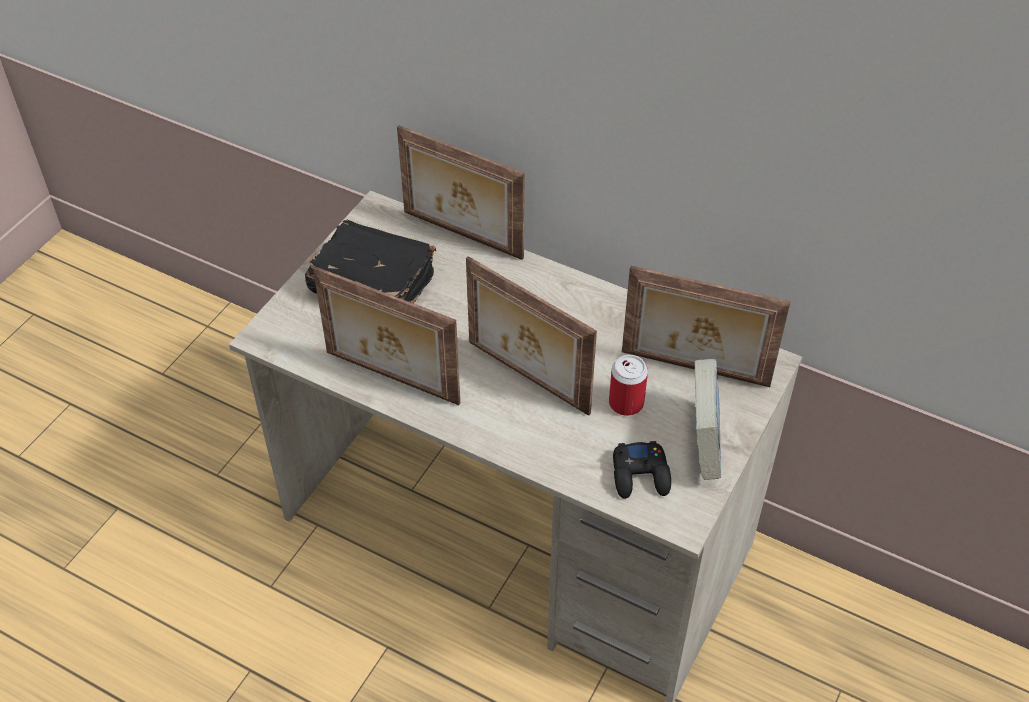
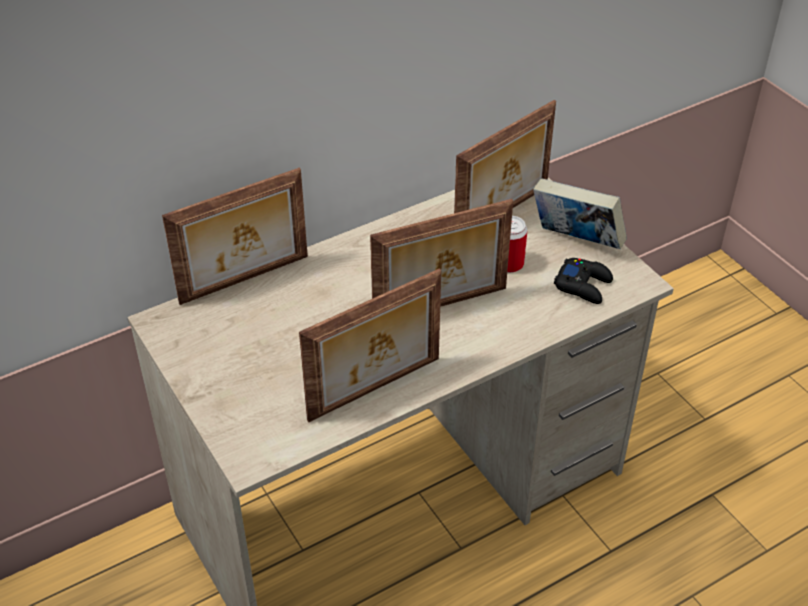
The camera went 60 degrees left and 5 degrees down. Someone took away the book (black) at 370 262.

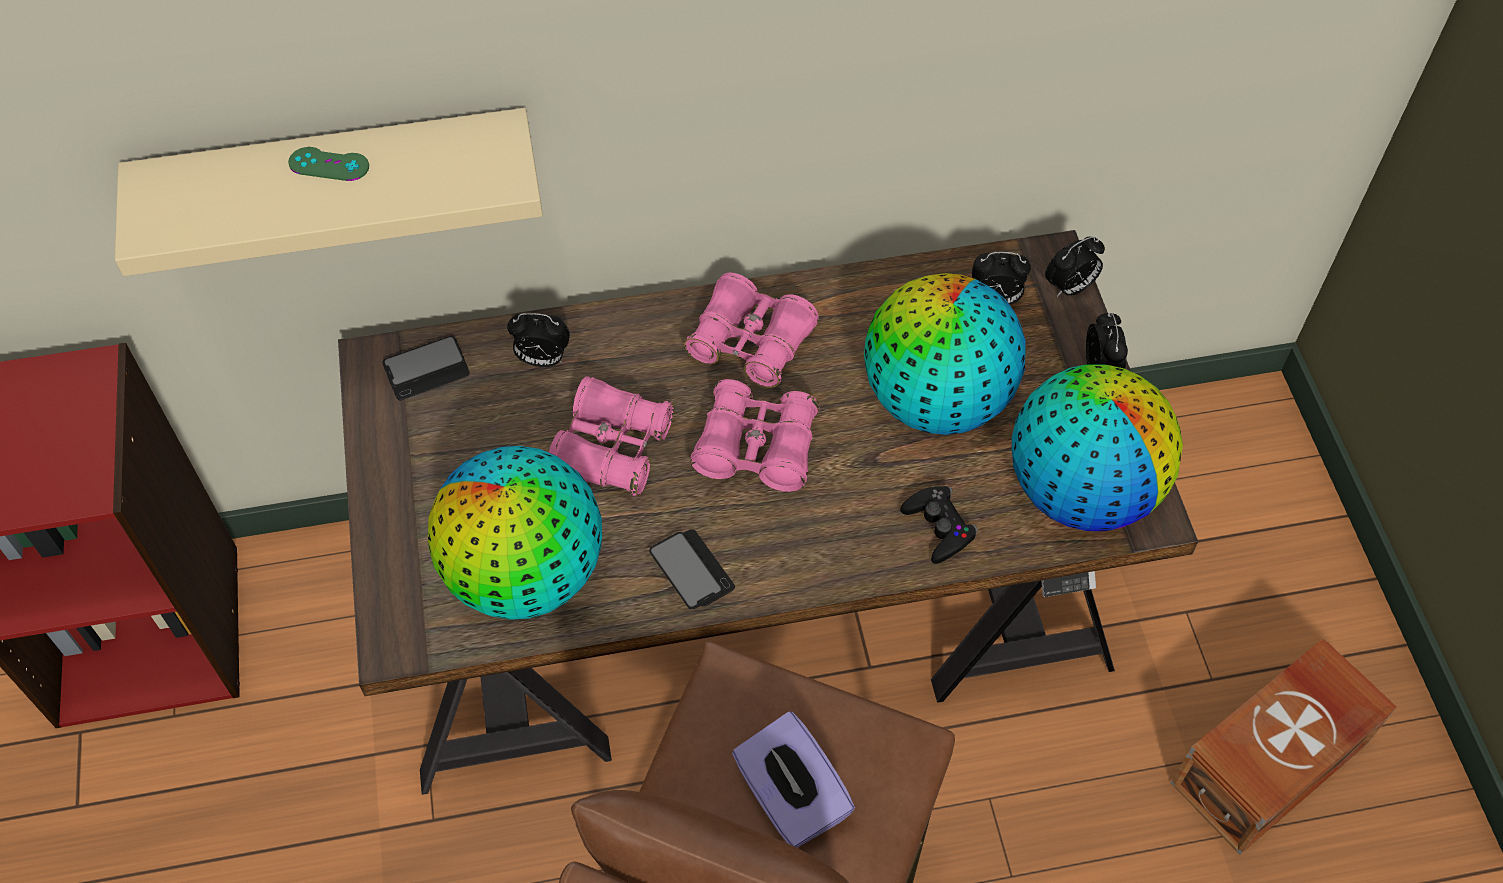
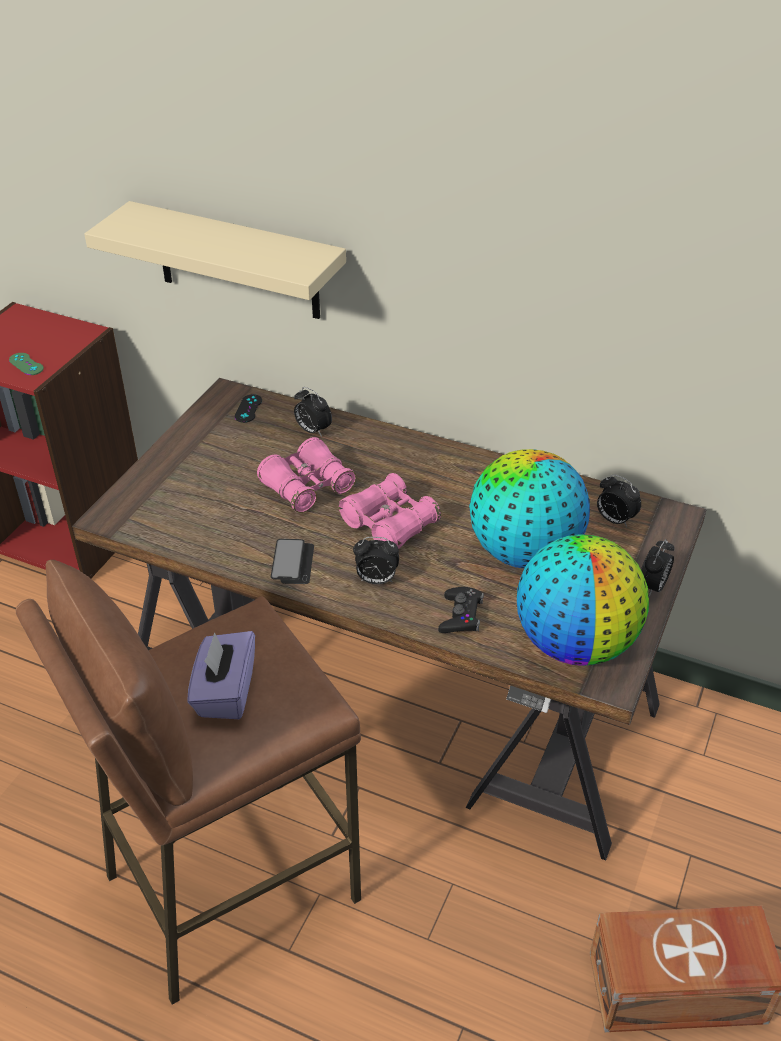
The camera went 35 degrees right and 15 degrees down. Someone took away the globe at 515 533. Someone took away the binoculars (pink) at 751 330. Someone carried the game controller (green) from 328 164 to 26 364. Someone carried the alarm clock from 1075 266 to 376 560. Someone swapped the phone at 426 368 for the game controller (black) at 248 408.

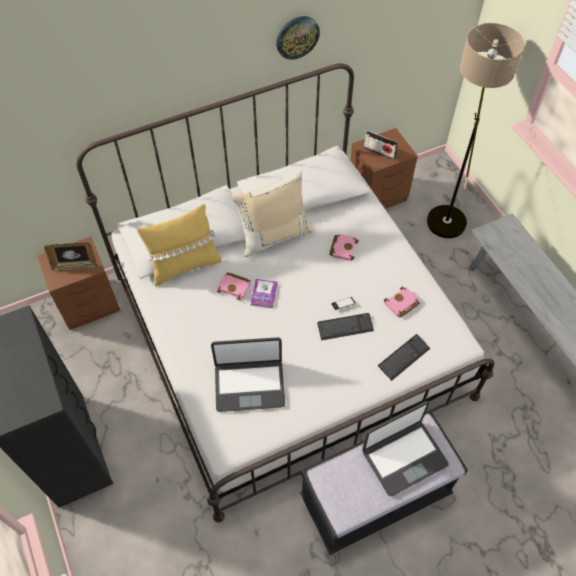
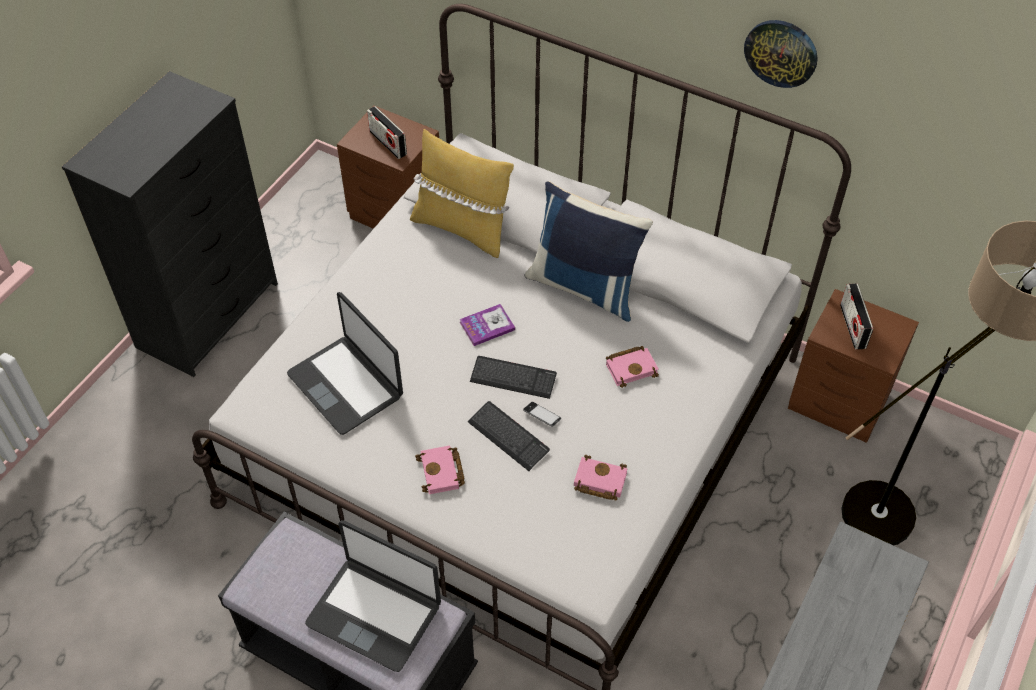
The camera went 55 degrees right and 5 degrees down. Someone carried the book (pink) from 233 286 to 440 469. Someone carried the keyboard from 404 357 to 513 377. Someone swapped the picture frame at 71 257 for the radio at 387 132. Someone repainted the pillow (beige) at 273 213, which became the pillow (blue) at 588 251.

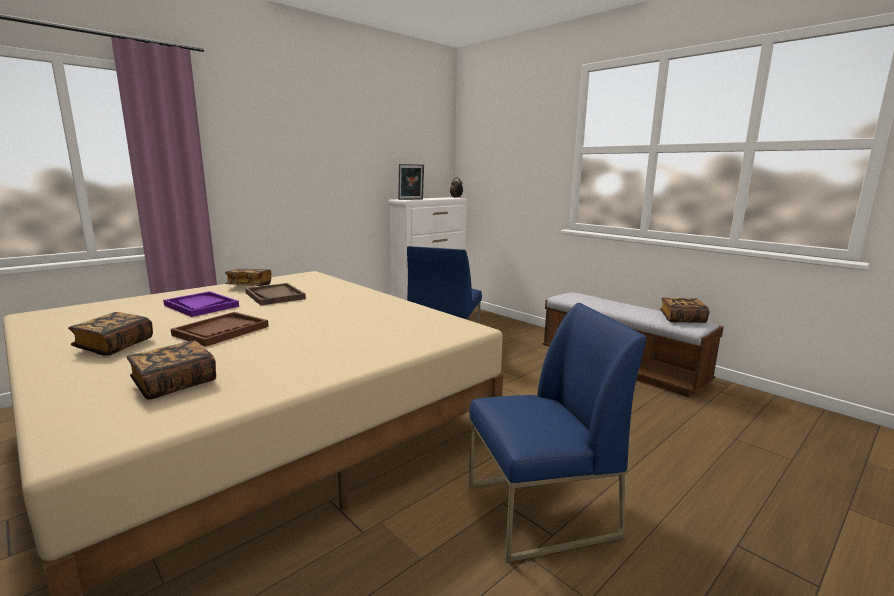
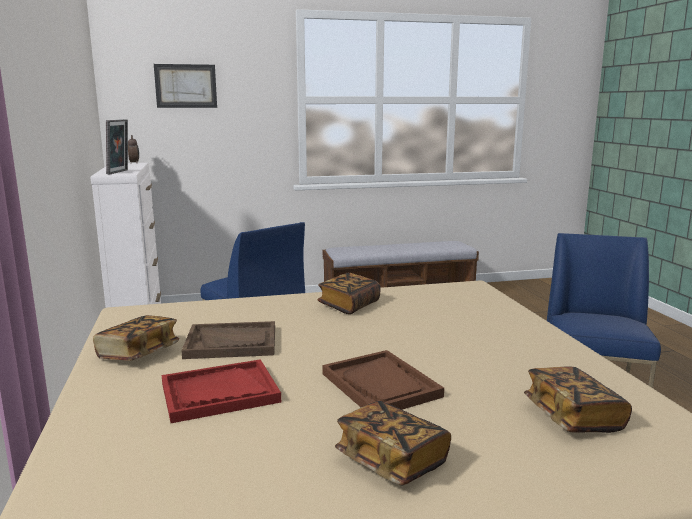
The camera went 60 degrees left and 0 degrees up. Someone put up the picture at 185 86. Someone carried the book from 685 310 to 349 293. Someone repainted the tray (purple) at 201 304, which became the tray (red) at 221 391.

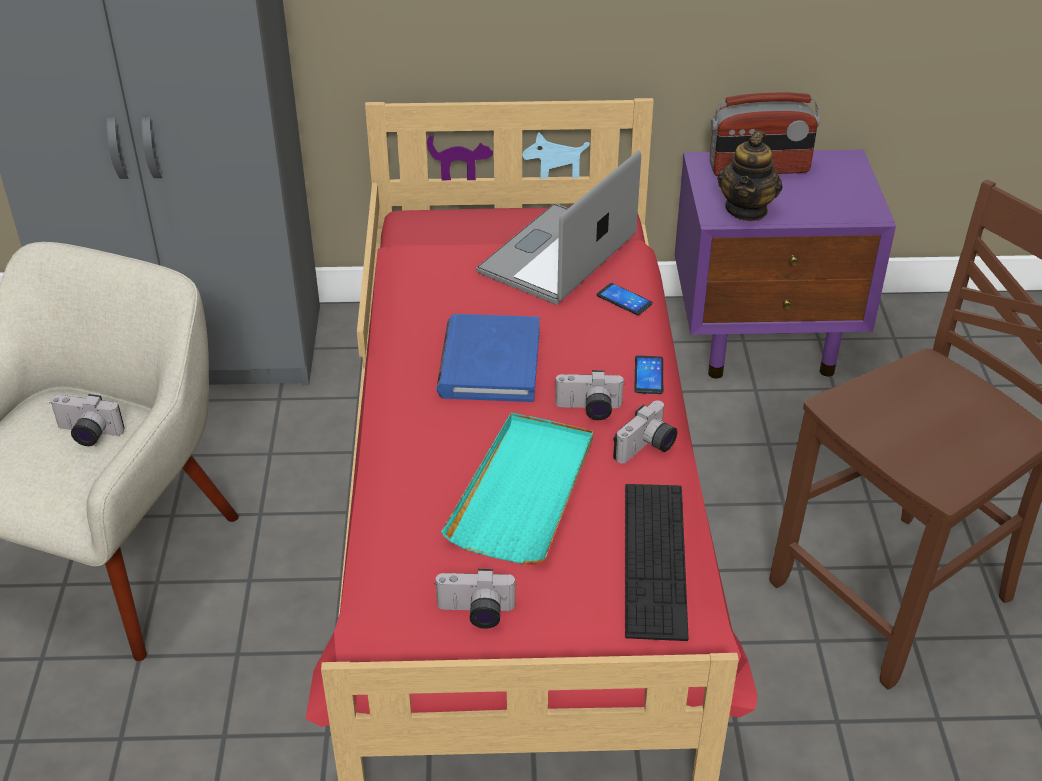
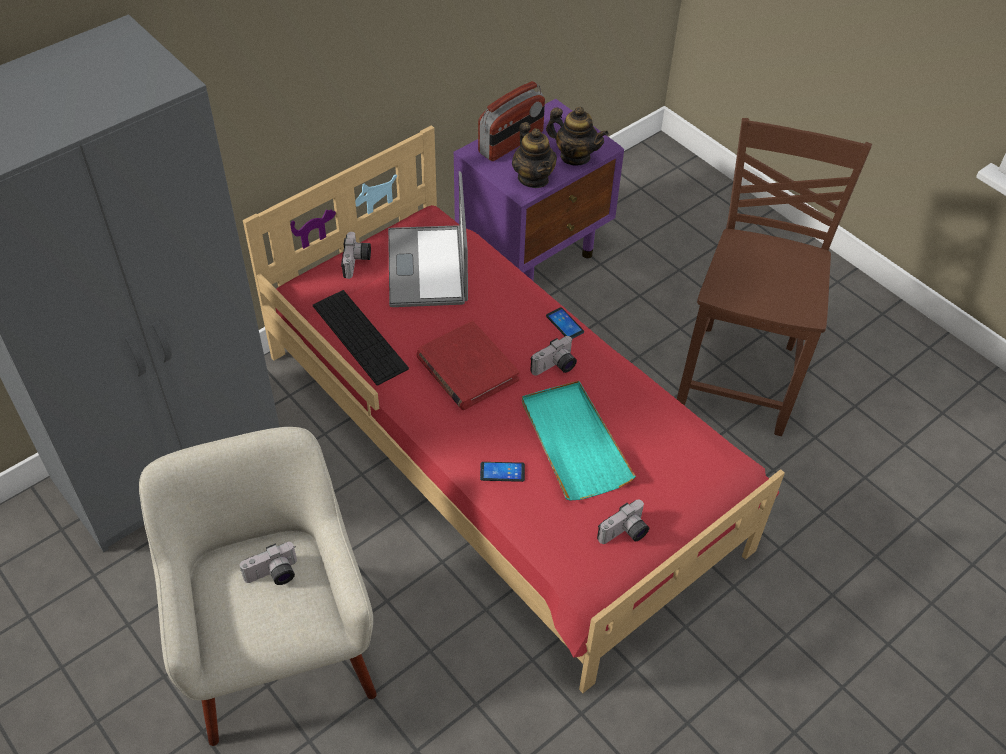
The camera went 40 degrees left and 10 degrees up. Someone put down the teapot at 577 136. Someone carried the phone from 625 299 to 502 472. Someone carried the photo camera from 645 431 to 356 255. Someone carried the keyboard from 657 562 to 361 338. Someone repainted the book (blue) at 488 358, which became the book (red) at 468 365.

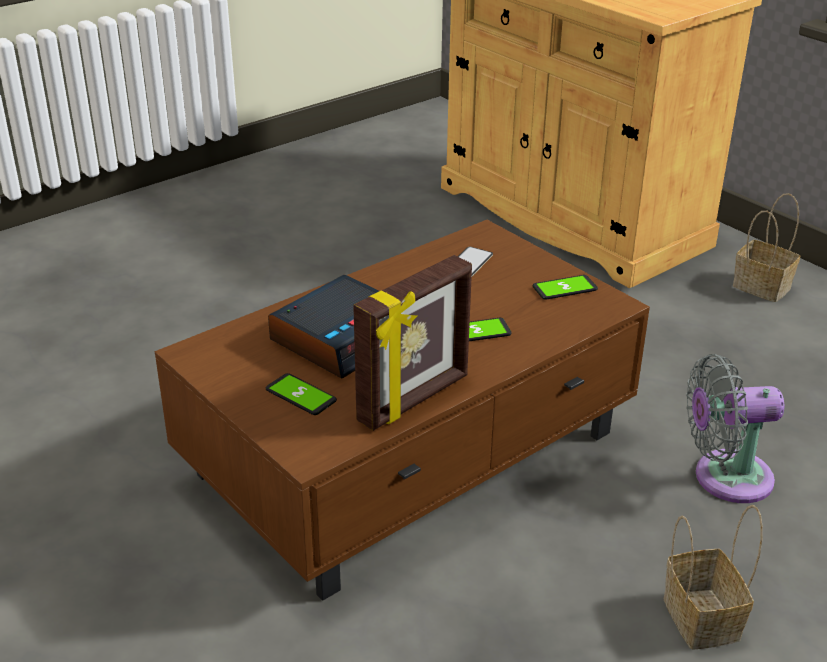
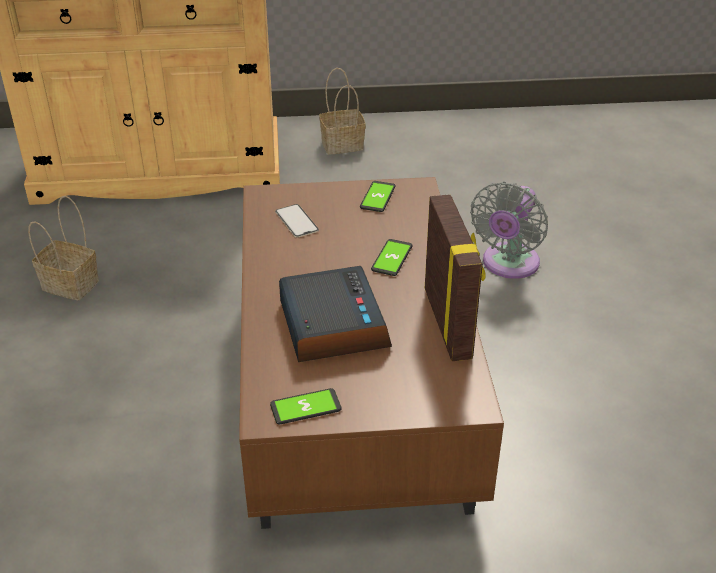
The camera went 55 degrees left and 5 degrees up. Someone carried the phone from 301 394 to 306 406. Someone carried the basket from 713 577 to 63 248.

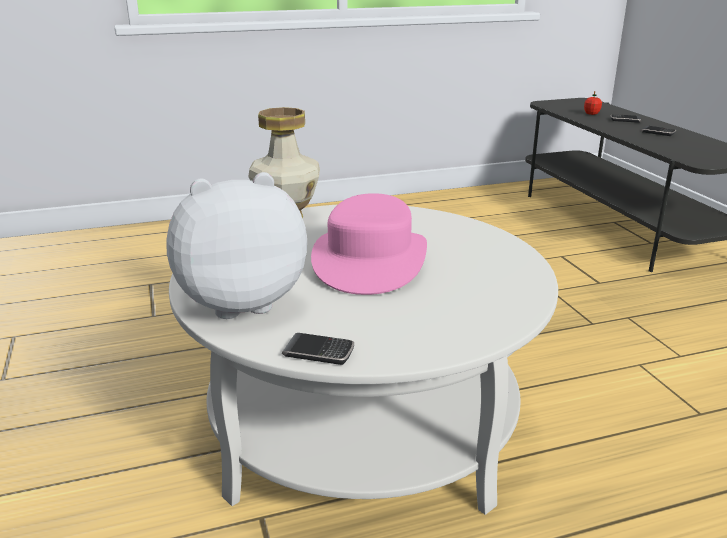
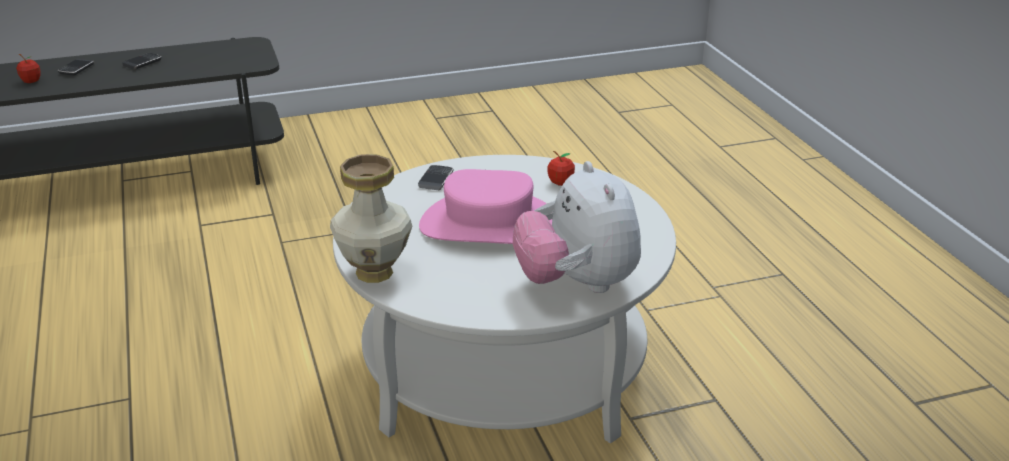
The camera went 90 degrees left and 5 degrees up. Someone put down the apple at 561 168. Someone carried the phone from 318 349 to 435 177.

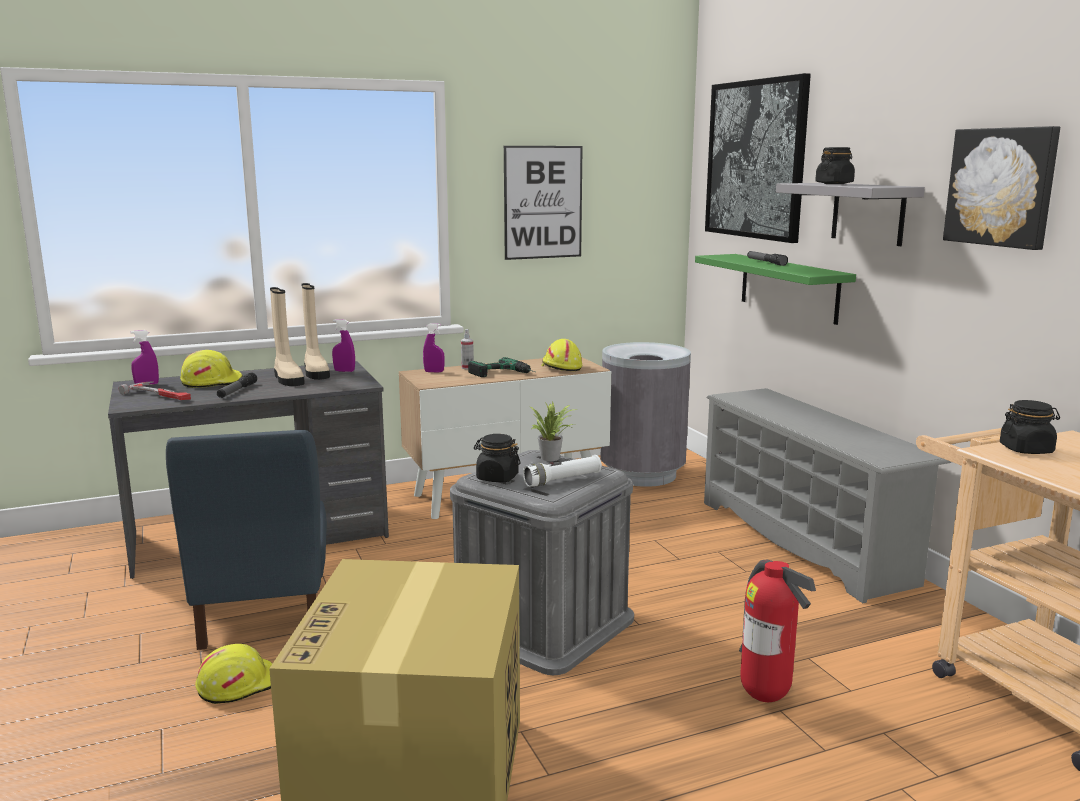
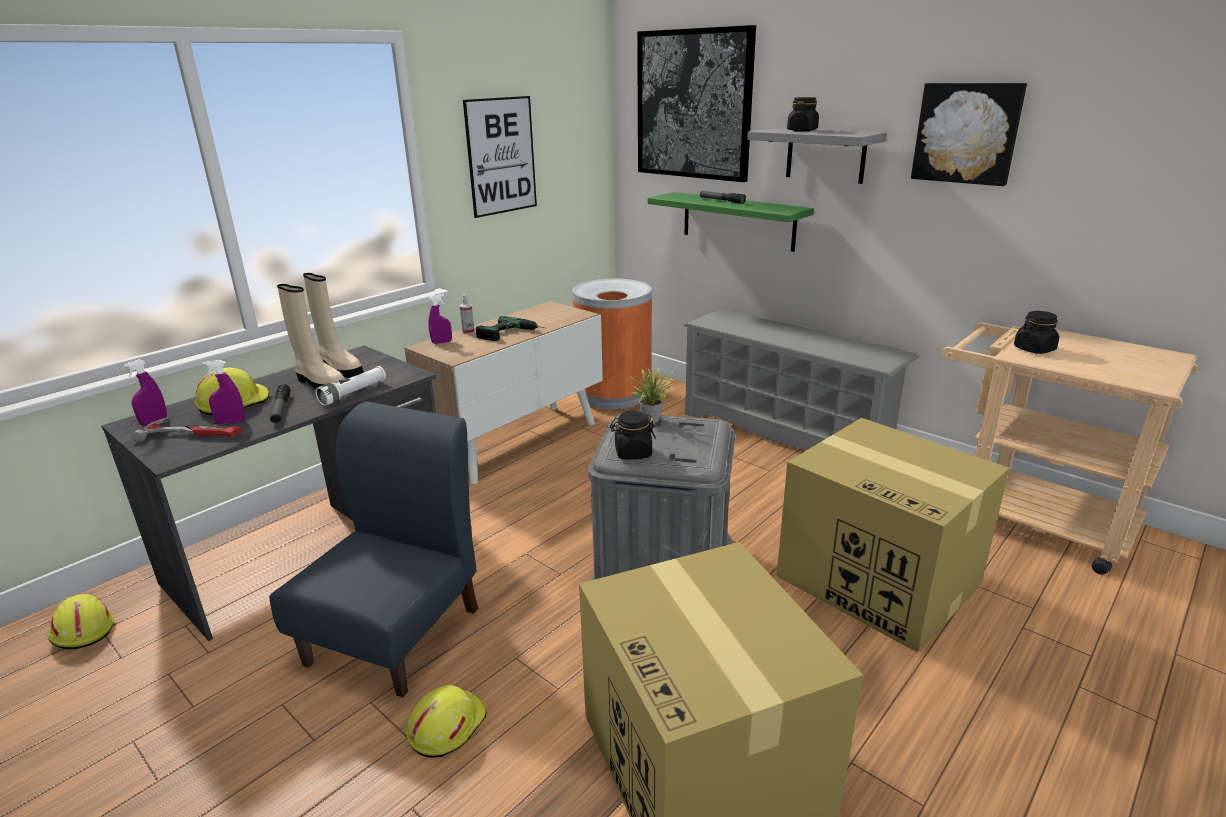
The camera went 25 degrees left and 10 degrees up. Someone carried the spray bottle (purple) from 343 345 to 223 392. Someone carried the flashlight (white) from 562 471 to 350 386. Someone carried the hard hat (yellow) from 561 355 to 81 621. Someone swapped the fire extinguisher at 777 631 for the cardboard box at 893 535. Someone repainted the trash can (grey) at 645 414, which became the trash can (orange) at 612 344. Someone rotated the chair (blue) at 246 540 by 120 degrees counterclockwise.

